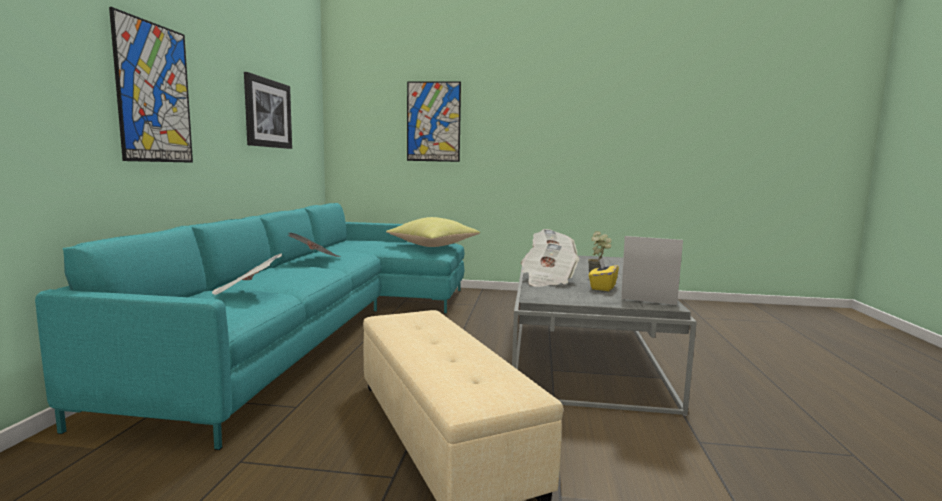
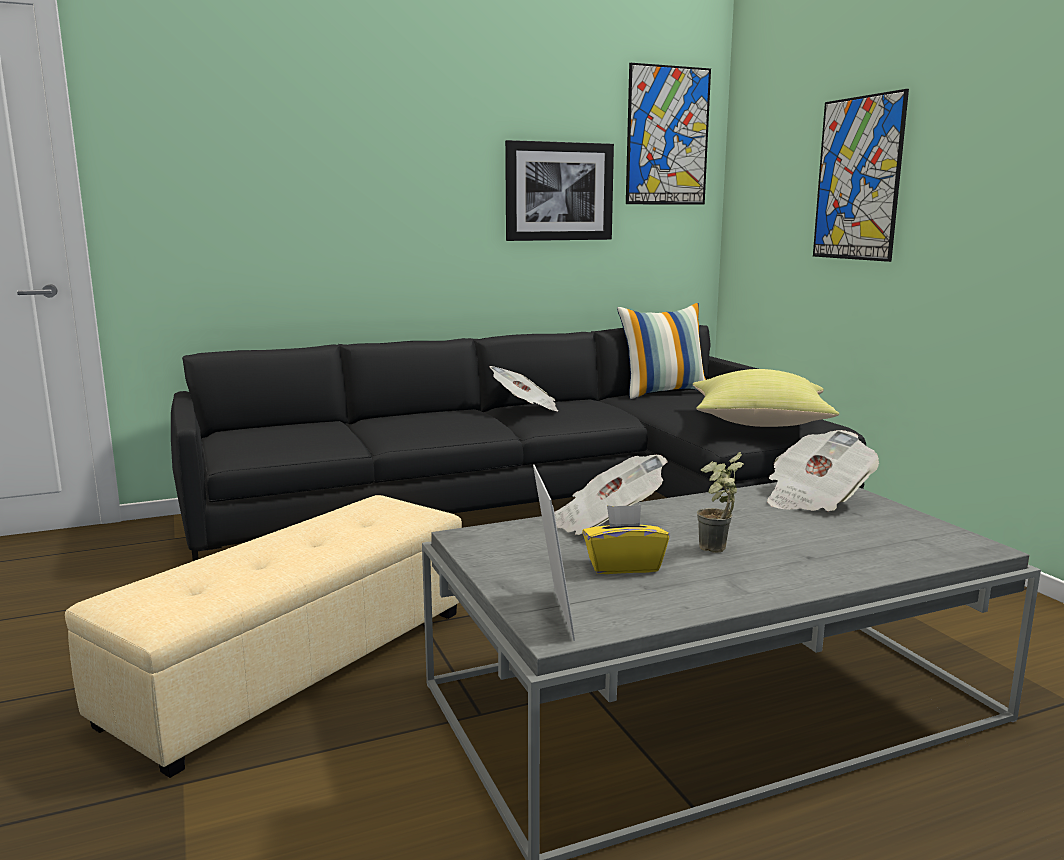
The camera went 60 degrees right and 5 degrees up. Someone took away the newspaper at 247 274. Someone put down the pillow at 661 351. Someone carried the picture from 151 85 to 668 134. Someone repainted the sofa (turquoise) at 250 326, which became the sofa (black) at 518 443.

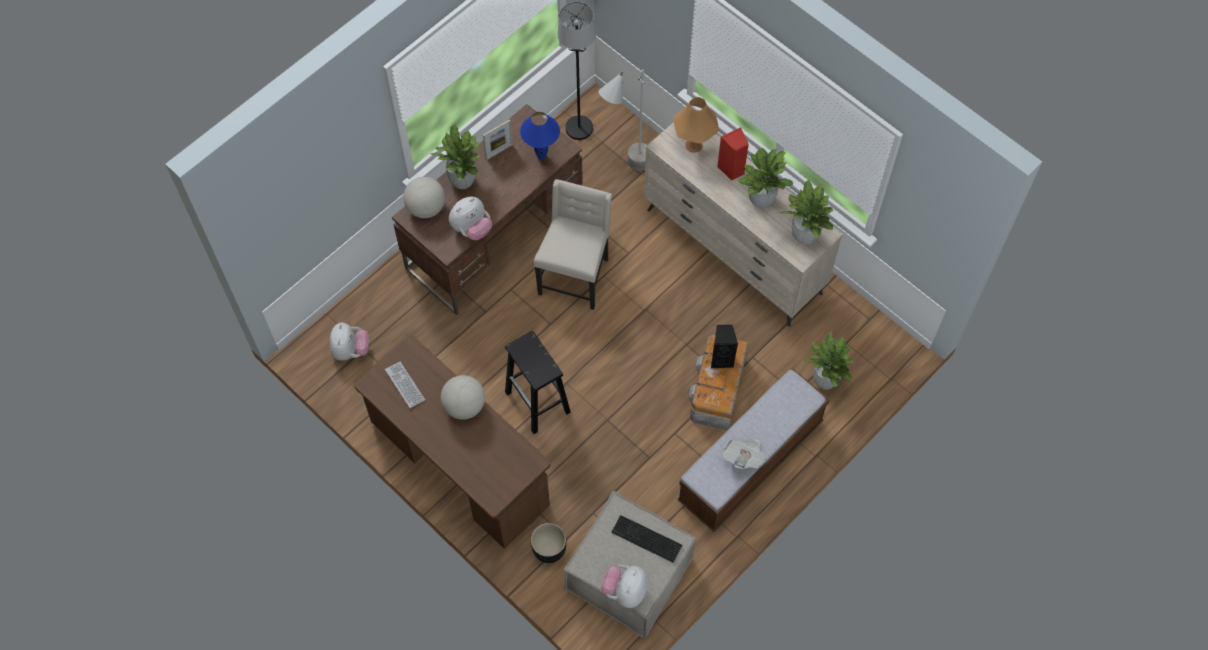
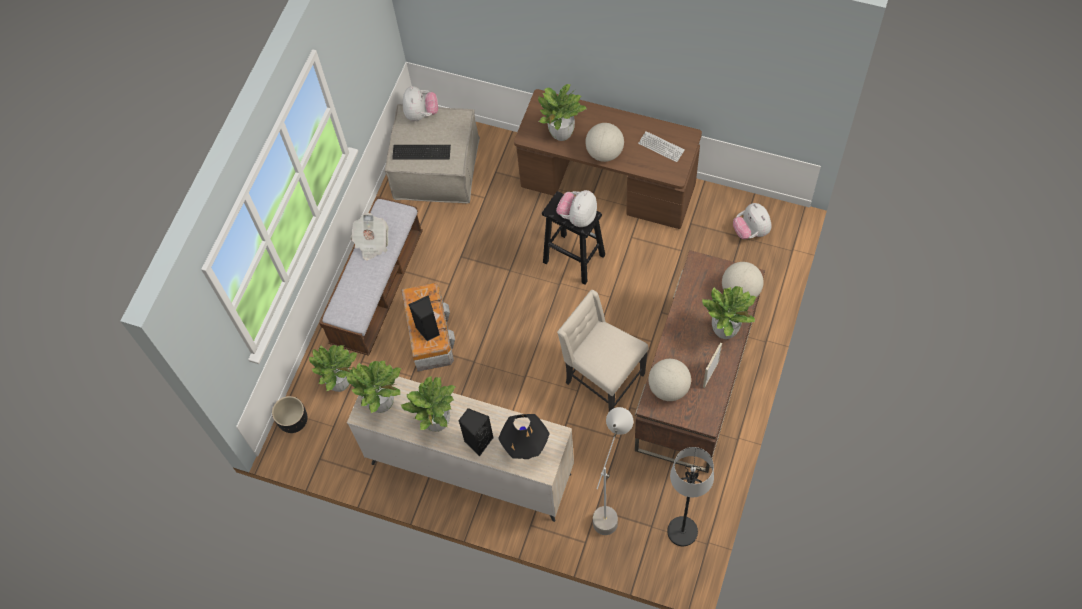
The camera went 160 degrees right and 0 degrees up. Someone put down the potted plant at 562 112. Someone carried the plush toy from 470 218 to 576 208. Someone carried the planter (black) from 548 543 to 290 414. Someone swapped the table lamp (blue) at 540 136 for the globe at 669 380. Someone repainted the table lamp (orange) at 696 125, which became the table lamp (black) at 524 436. Someone repainted the speaker (red) at 733 154, which became the speaker (black) at 476 432. Someone rotated the chair (beige) at 573 244 by 135 degrees clockwise.

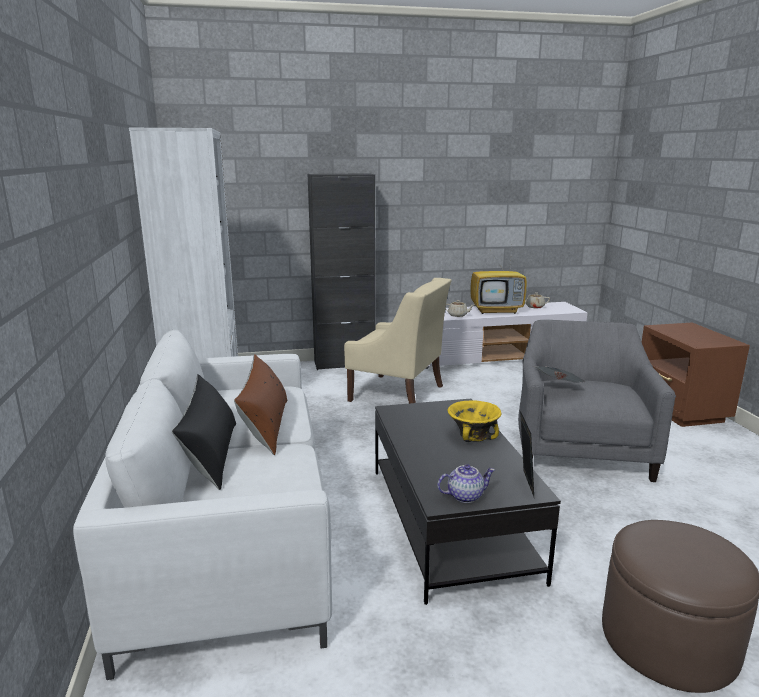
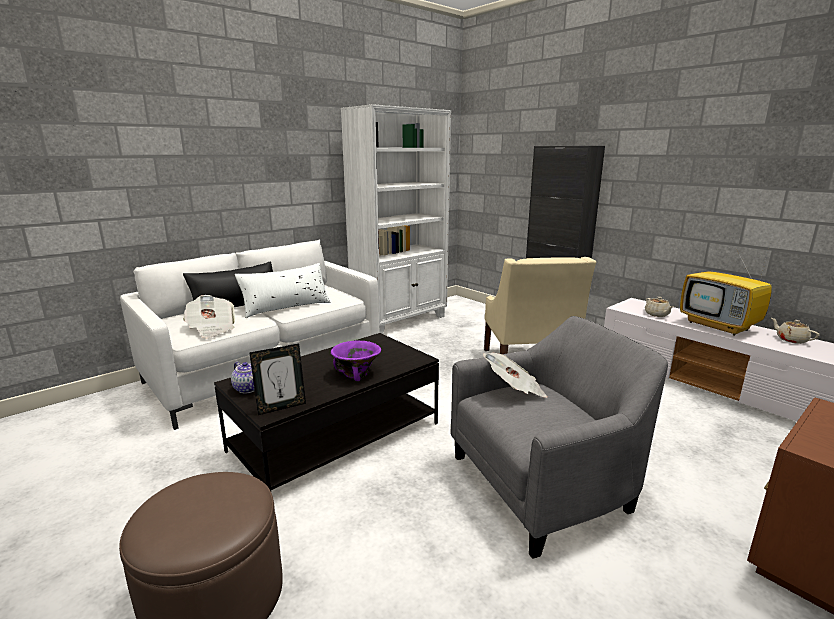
The camera went 60 degrees right and 0 degrees up. Someone put down the newspaper at 209 316. Someone repainted the pillow (brown) at 260 404, which became the pillow (white) at 283 290. Someone repainted the bowl (yellow) at 474 421, which became the bowl (purple) at 356 361.

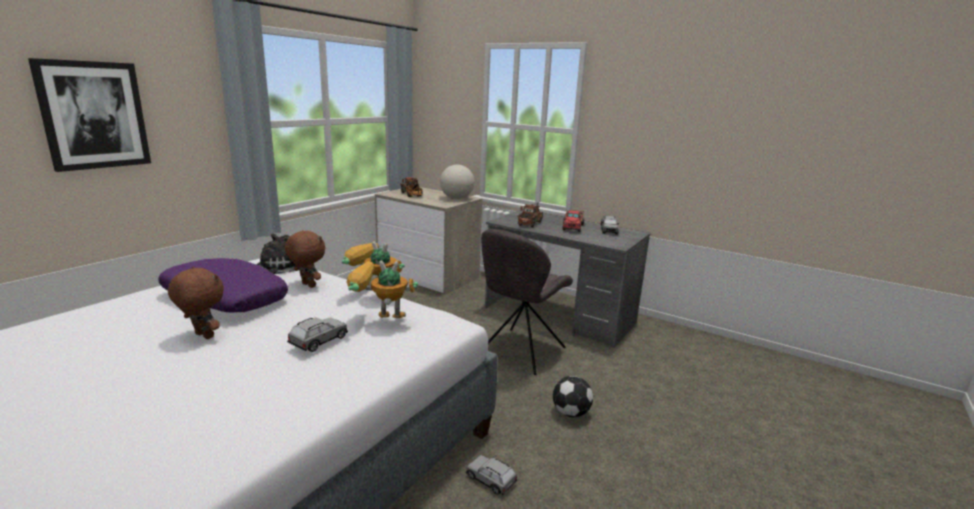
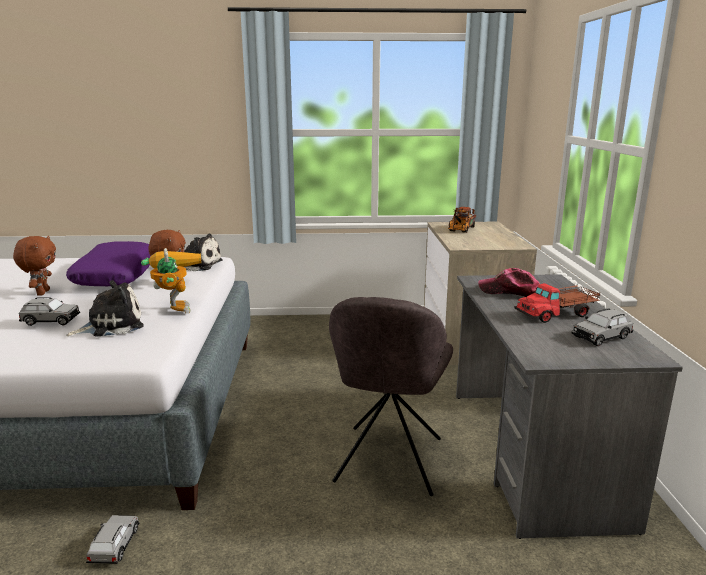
The camera went 55 degrees right and 0 degrees up. Someone took away the picture at 89 115. Someone took away the globe at 457 182. Someone took away the football at 573 396. Someone swapped the toy robot at 382 289 for the plush toy at 105 308. Someone swapped the toy truck at 530 215 for the cap at 509 282. Someone rotated the chair (grey) at 527 302 by 75 degrees counterclockwise.

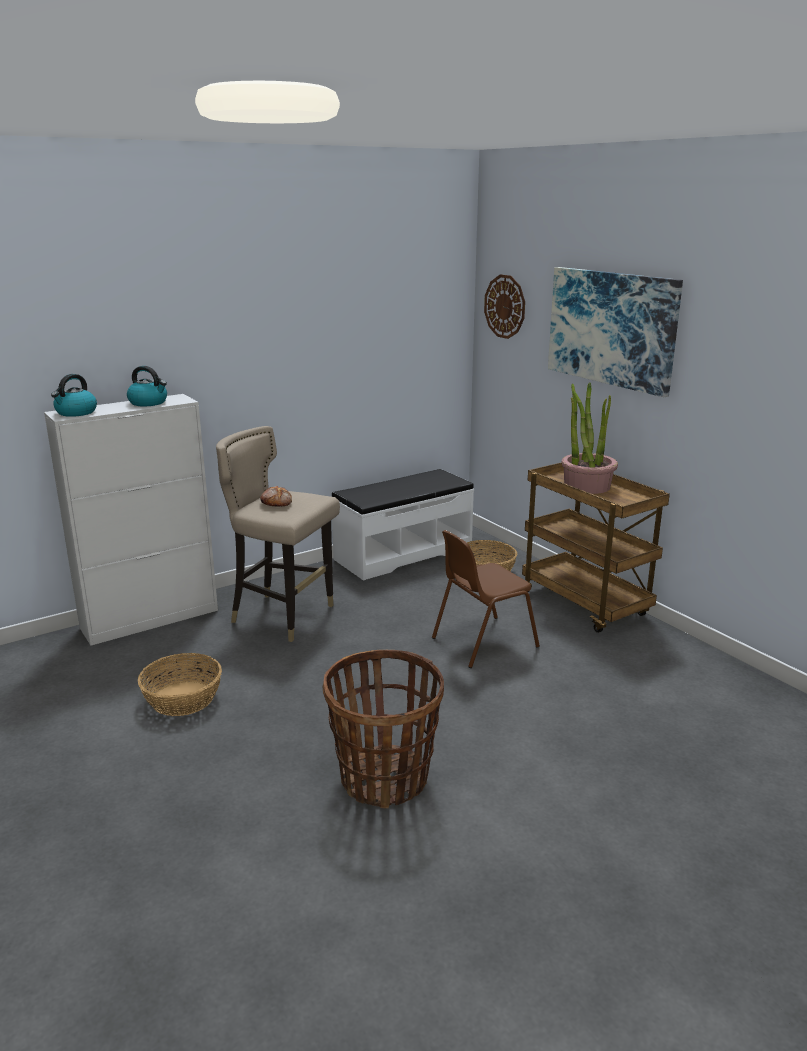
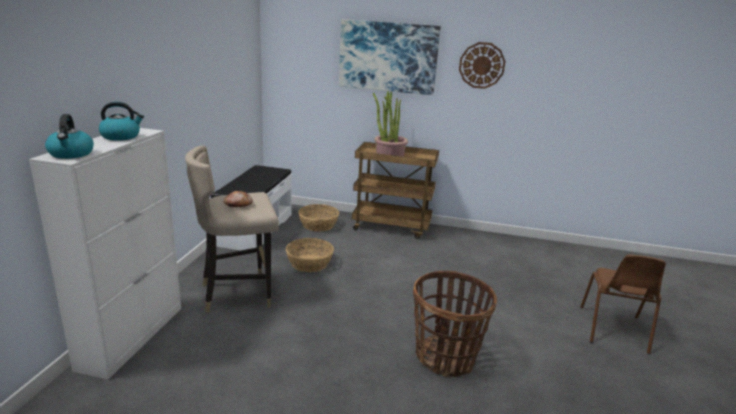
The camera went 45 degrees left and 0 degrees up. Someone carried the basket from 180 684 to 310 255. Someone carried the chair (brown) from 486 599 to 623 304. Someone carried the wall clock from 504 306 to 482 65.

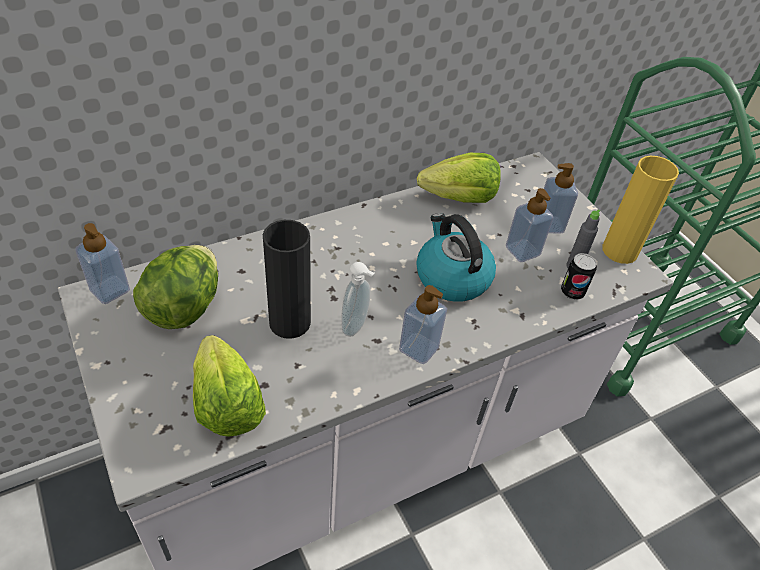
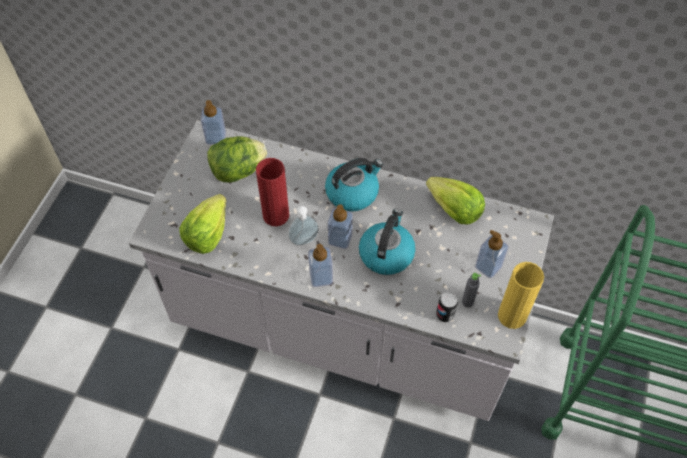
The camera went 50 degrees right and 10 degrees up. Someone put down the kettle at 354 184. Someone carried the soap dispenser from 530 225 to 340 226. Someone repainted the vase (black) at 287 279, which became the vase (red) at 272 192.

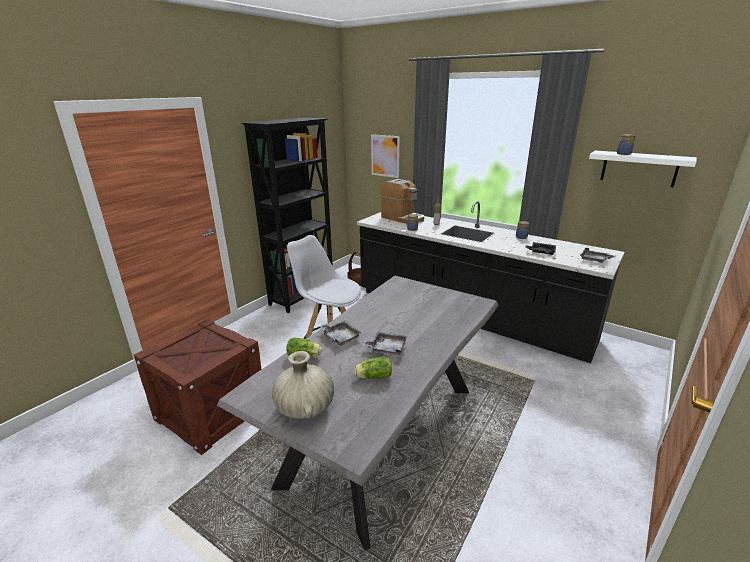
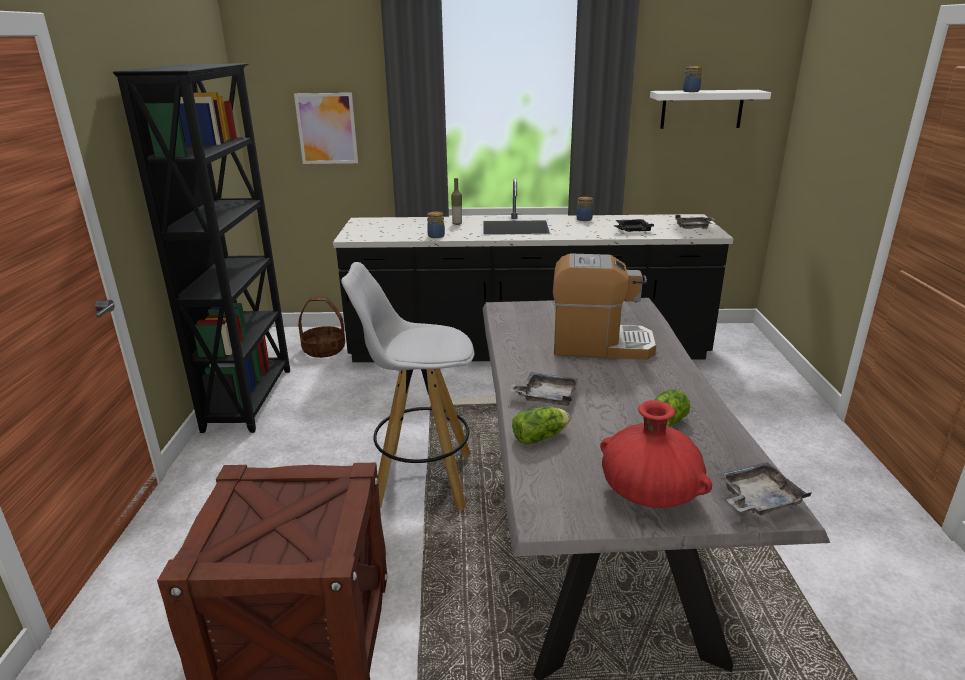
The camera went 35 degrees left and 0 degrees up. Someone carried the tray (grey) from 384 343 to 765 488. Someone carried the coffee machine from 402 201 to 604 306. Someone repainted the vase (beige) at 303 385, which became the vase (red) at 656 454.

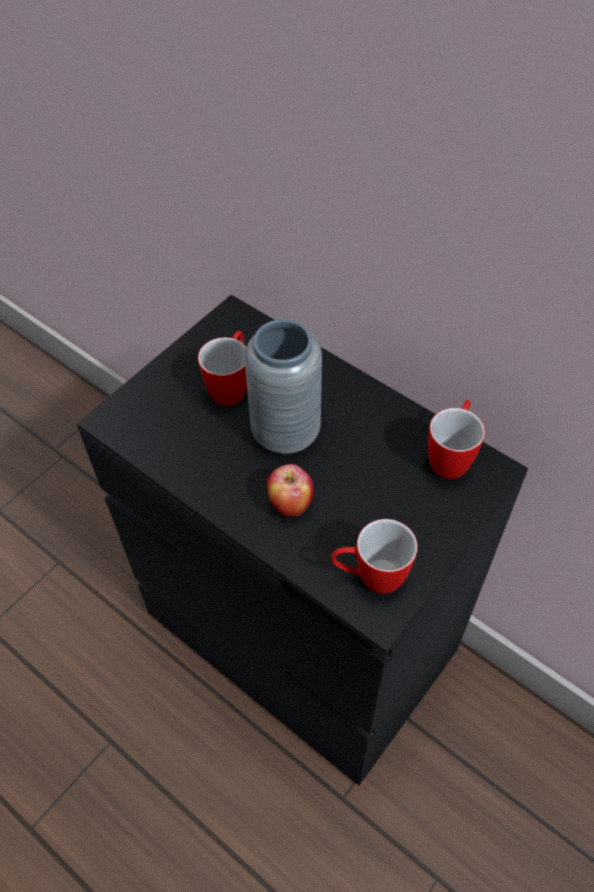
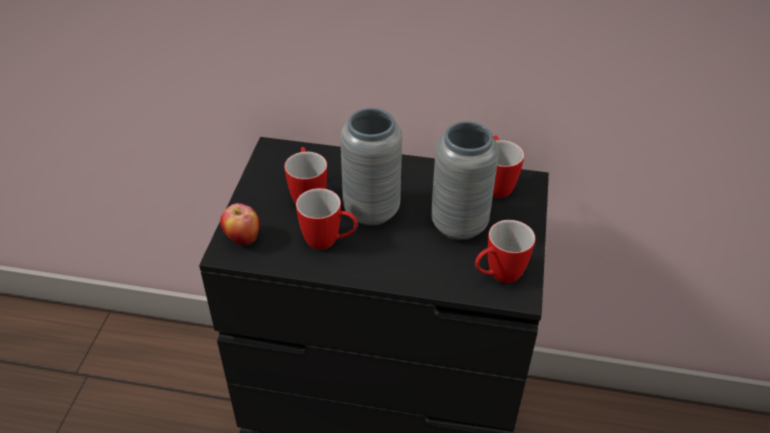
The camera went 30 degrees left and 10 degrees down. Someone put down the mug at 327 219. Someone put down the vase (grey) at 465 180. Someone carried the apple from 290 490 to 240 224.

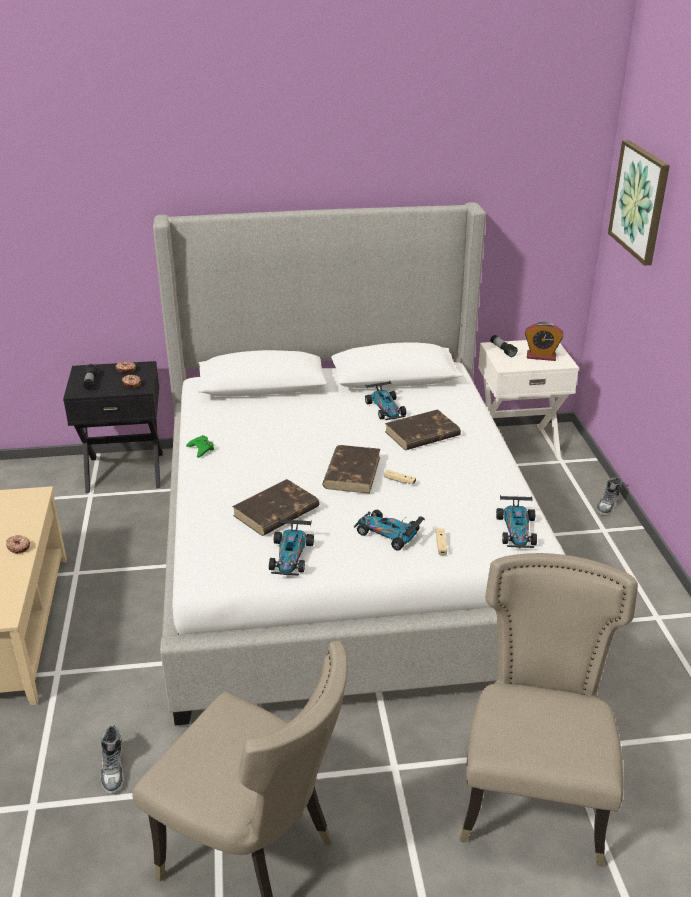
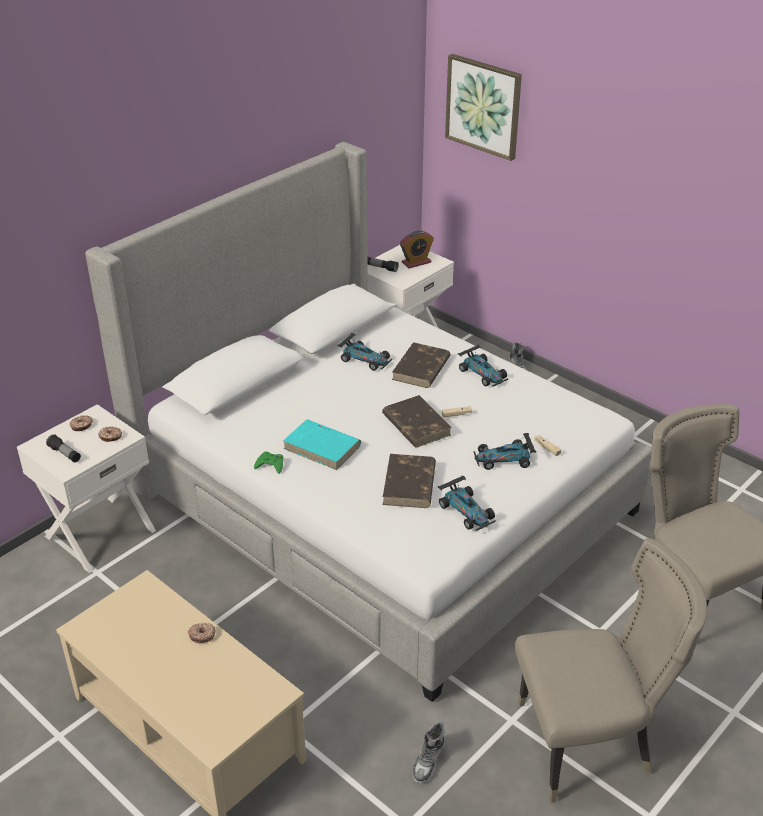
The camera went 40 degrees left and 5 degrees up. Someone put down the book (turquoise) at 322 444. Someone carried the toy car from 516 521 to 483 366. Someone repainted the nightstand (black) at 113 427, which became the nightstand (white) at 86 488. Someone rotated the shoe at 112 759 by 75 degrees clockwise.

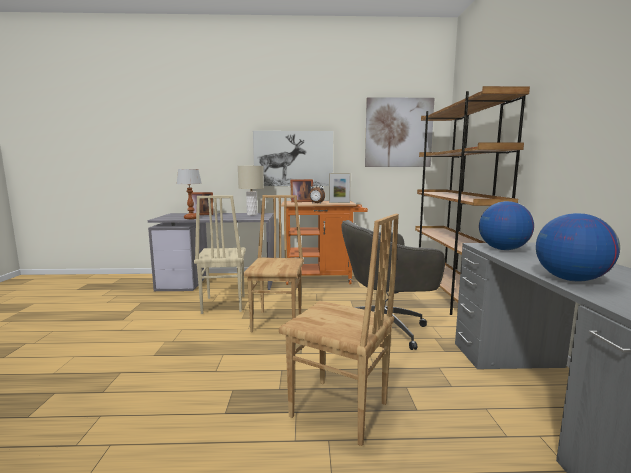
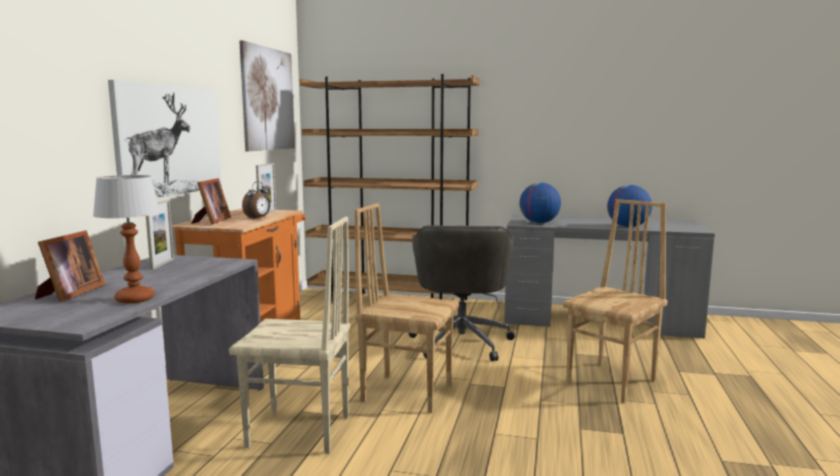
The camera went 75 degrees left and 0 degrees up. Someone swapped the table lamp (beige) at 251 190 for the picture frame at 160 235.

